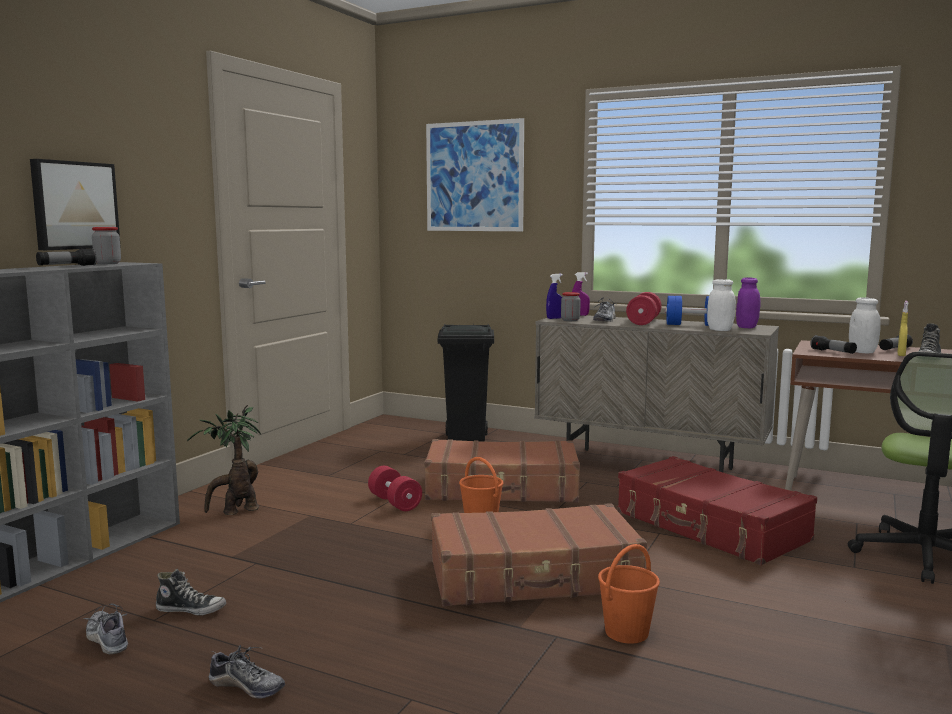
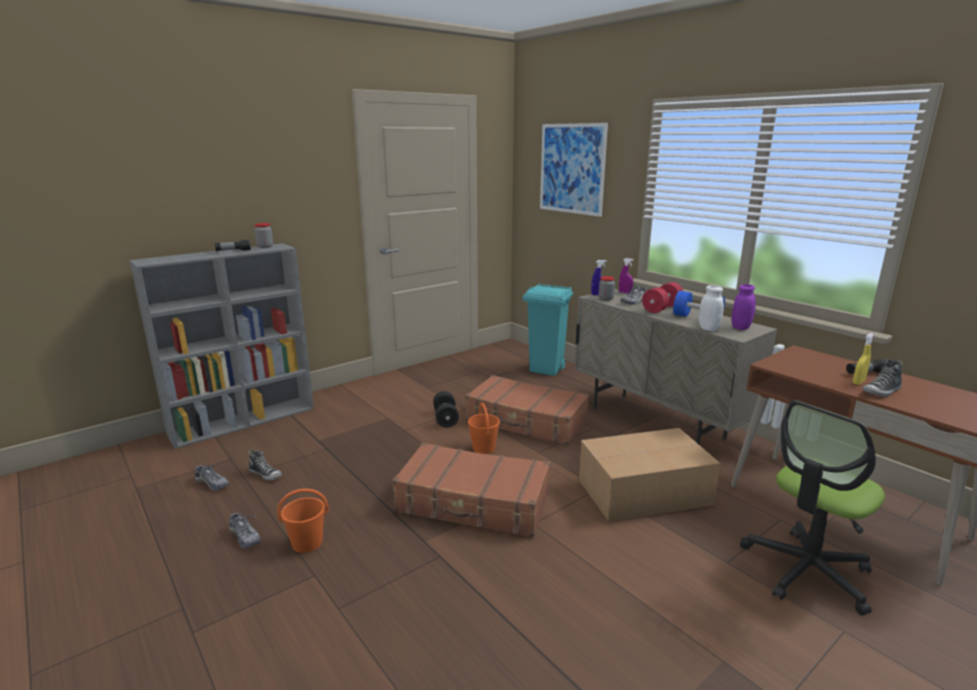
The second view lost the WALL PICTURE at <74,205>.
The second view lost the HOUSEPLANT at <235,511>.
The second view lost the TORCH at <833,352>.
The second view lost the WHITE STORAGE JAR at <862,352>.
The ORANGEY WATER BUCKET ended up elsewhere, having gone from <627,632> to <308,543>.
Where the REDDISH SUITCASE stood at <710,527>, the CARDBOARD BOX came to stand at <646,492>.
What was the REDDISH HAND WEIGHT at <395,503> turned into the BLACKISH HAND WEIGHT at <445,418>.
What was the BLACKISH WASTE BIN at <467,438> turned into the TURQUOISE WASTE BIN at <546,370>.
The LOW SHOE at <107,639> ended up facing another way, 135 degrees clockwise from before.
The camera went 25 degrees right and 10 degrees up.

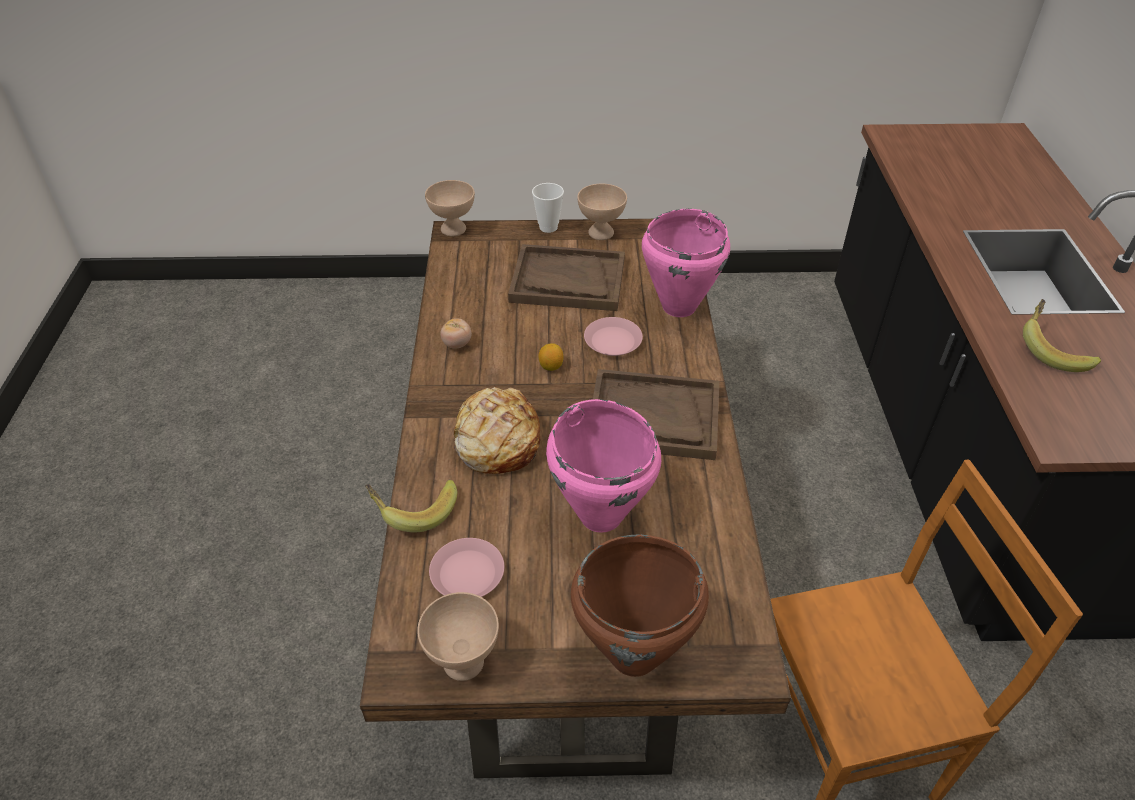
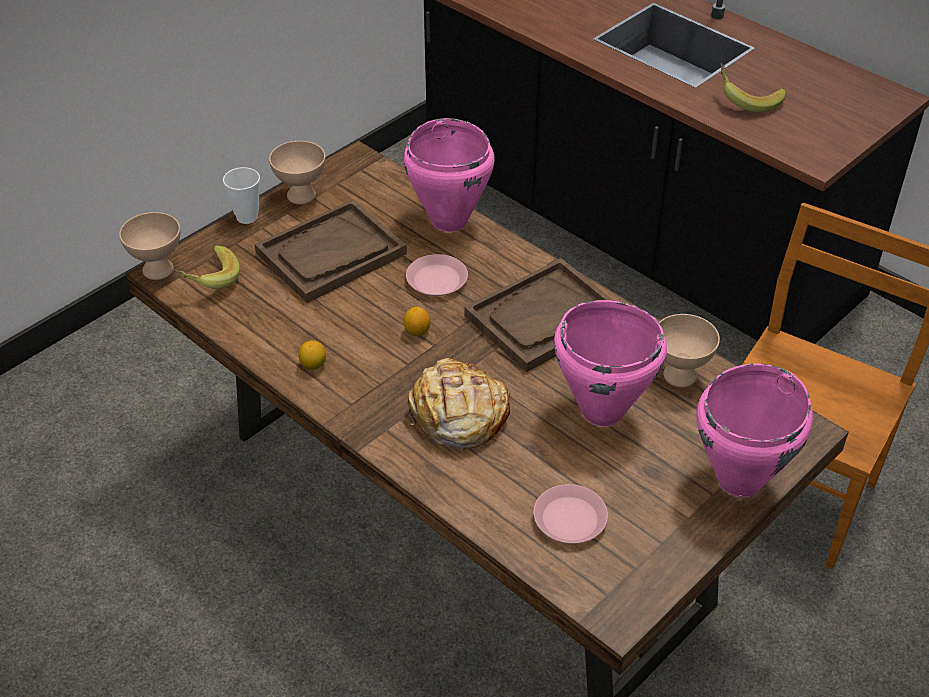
The WHOLE BANANA ended up elsewhere, having gone from <414,510> to <207,280>.
The SAND-COLOURED BOWL ended up elsewhere, having gone from <462,662> to <679,376>.
Where the WHOLE TOMATO stood at <457,344>, the LEMON came to stand at <313,365>.
What was the BROWN-COLOURED STOCKPOT at <634,656> turned into the PINKISH STOCKPOT at <740,480>.
The camera went 45 degrees left and 0 degrees up.

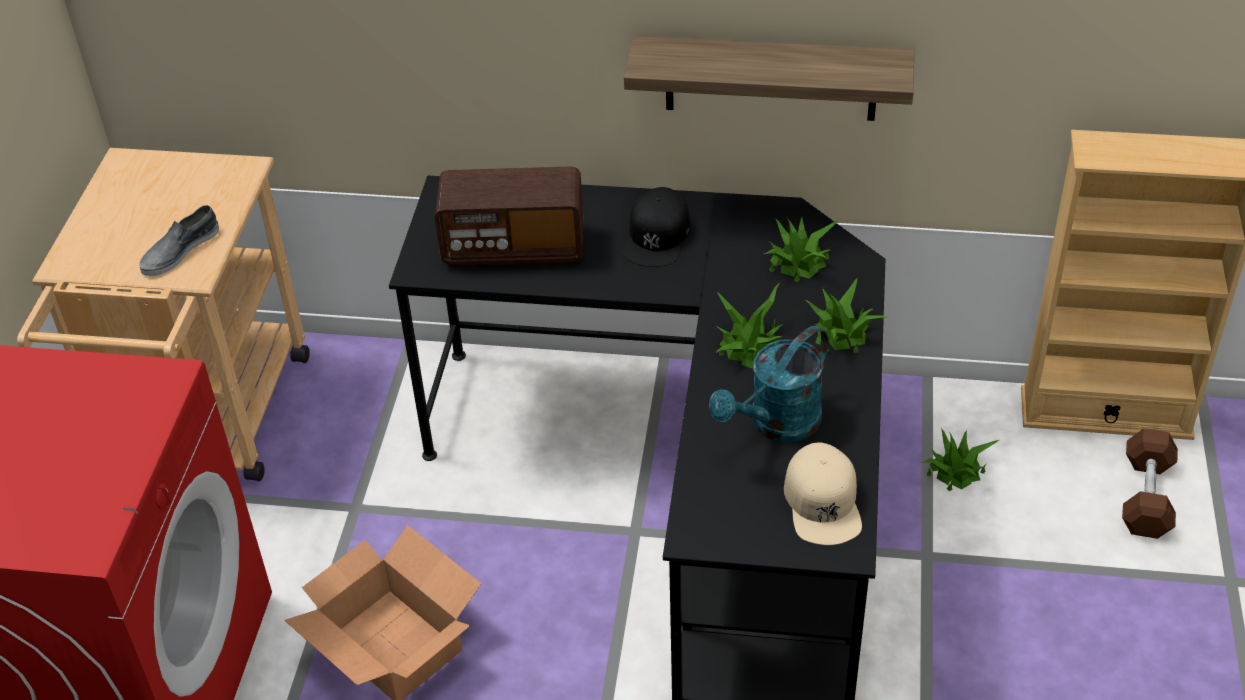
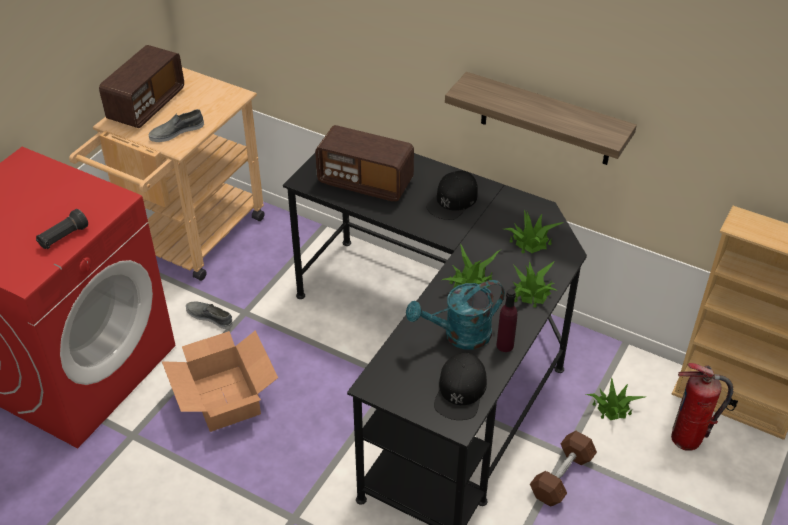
The second view gained the BLACKISH TORCH at <63,237>.
The second view gained the RADIO RECEIVER at <146,105>.
The second view gained the GRAY LOW SHOE at <210,317>.
The second view gained the PURPLE BEVERAGE BOTTLE at <505,345>.
The second view gained the FIRE EXTINGUISHER at <687,439>.
The BROWN-COLOURED HAND WEIGHT ended up elsewhere, having gone from <1146,496> to <562,476>.
What was the SAND-COLOURED PEAKED CAP at <823,502> turned into the BLACKISH PEAKED CAP at <460,391>.
The camera went 20 degrees right and 0 degrees up.

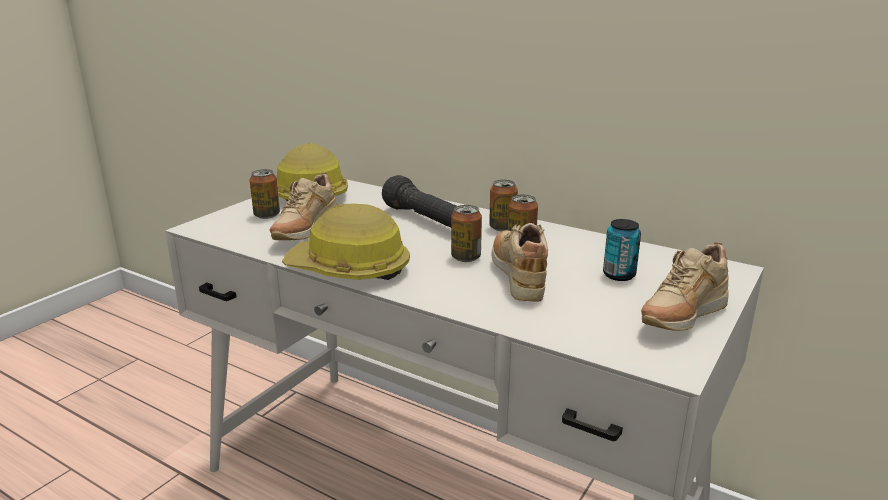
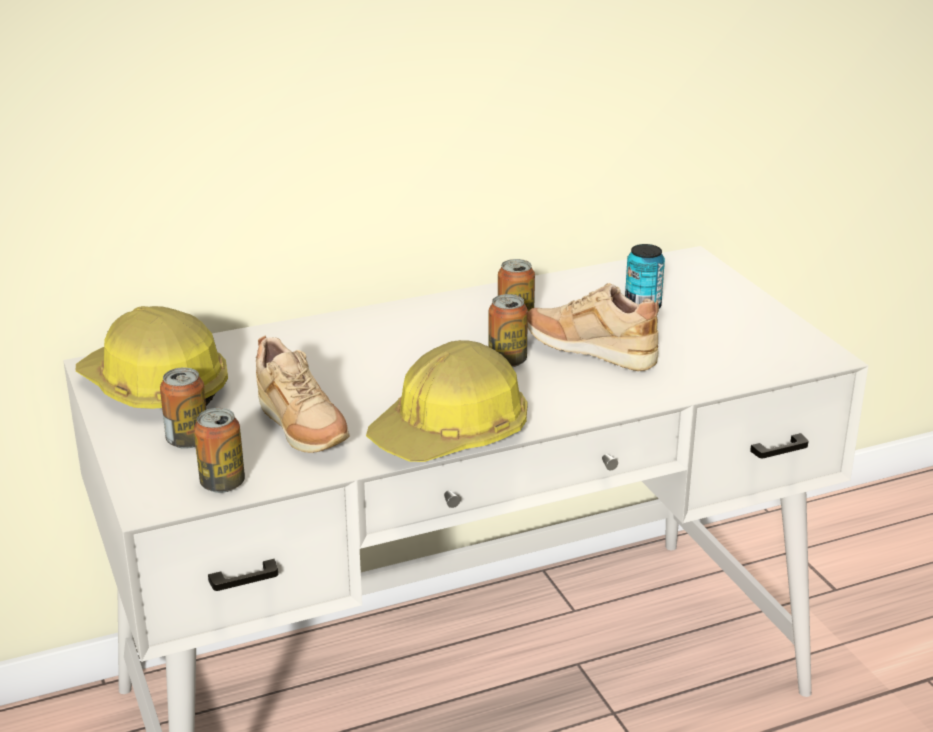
The second view lost the BLACKISH TORCH at <425,220>.
The second view lost the SAND-COLOURED LOW SHOE at <681,319>.
The SEALED CAN ended up elsewhere, having gone from <502,227> to <222,483>.
The camera went 55 degrees left and 5 degrees up.

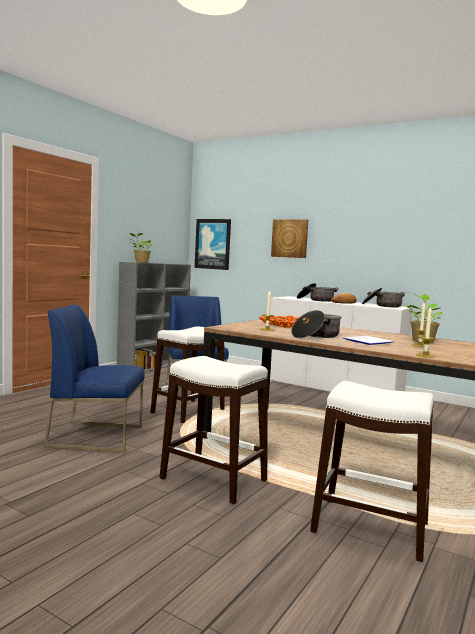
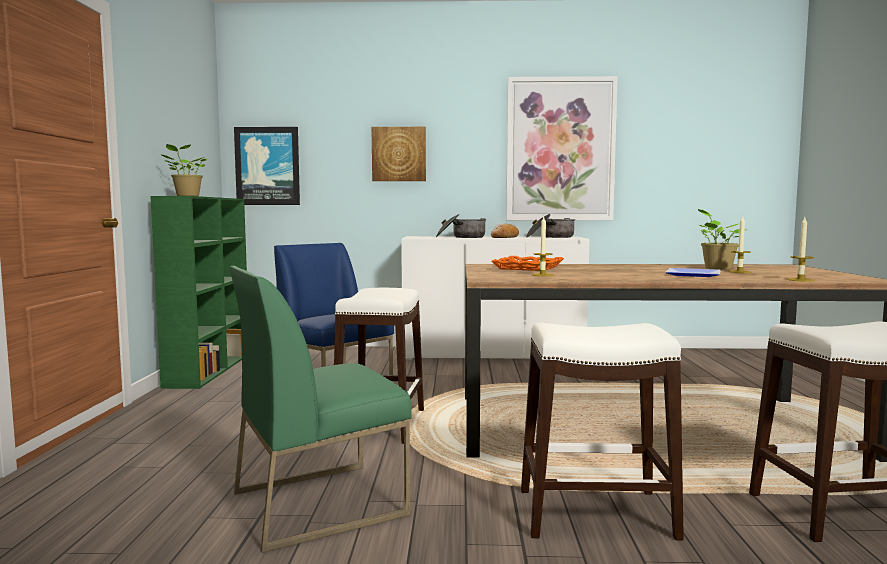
The second view lost the STOCKPOT at <315,336>.
The second view gained the WALL PICTURE at <560,149>.
What was the BLUISH UPRIGHT CHAIR at <97,436> turned into the GREEN-COLOURED UPRIGHT CHAIR at <319,502>.
What was the GRAY BOOKSHELF at <154,366> turned into the GREEN-COLOURED BOOKSHELF at <210,369>.
The camera went 30 degrees left and 0 degrees up.

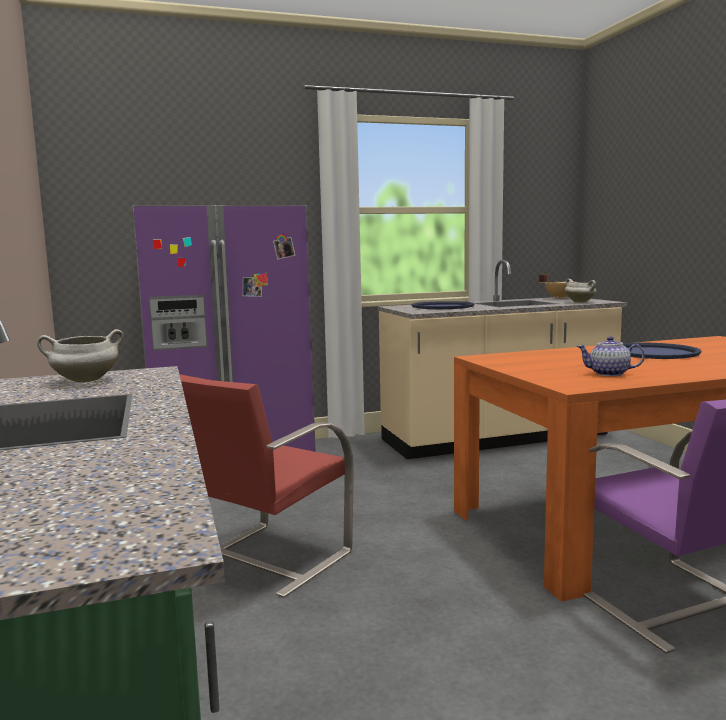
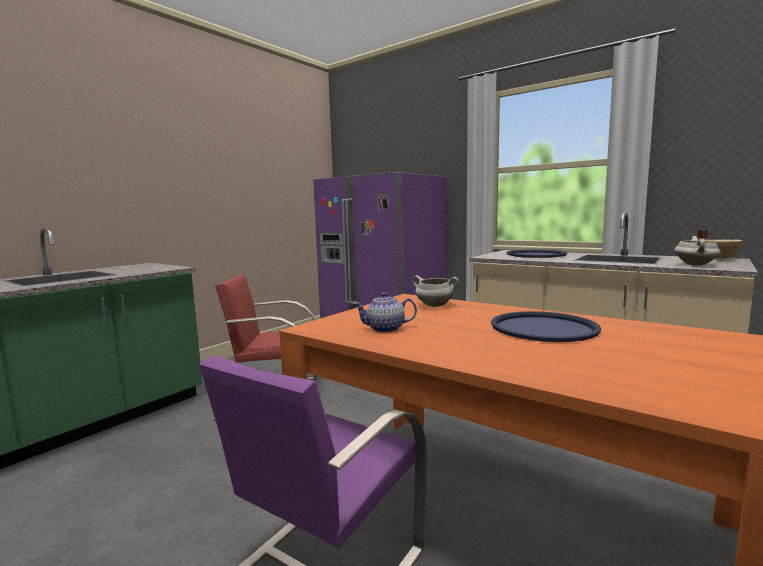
The WHITE STOCKPOT ended up elsewhere, having gone from <84,381> to <434,306>.
The POT FOR TEA at <608,374> ended up facing another way, 75 degrees counterclockwise from before.
The camera went 55 degrees right and 0 degrees up.

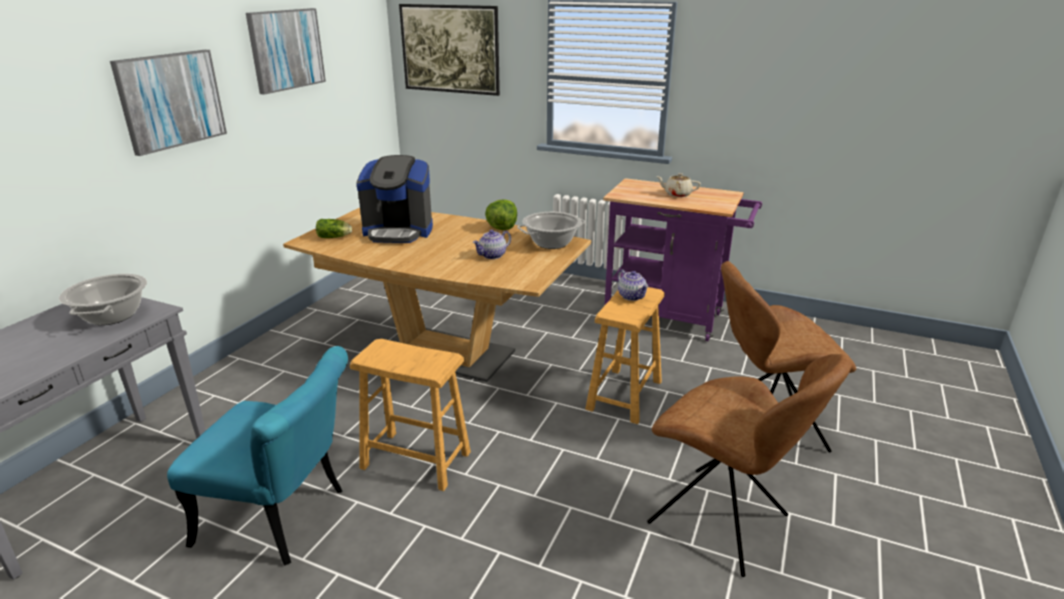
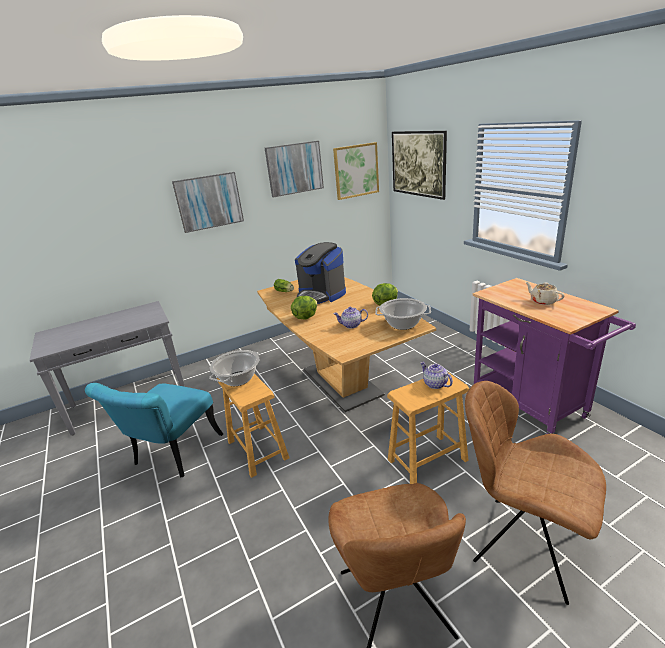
The second view gained the LETTUCE at <305,317>.
The second view gained the WALL PICTURE at <356,171>.
The STOCKPOT ended up elsewhere, having gone from <112,315> to <238,378>.
The TURQUOISE UPRIGHT CHAIR at <284,518> ended up facing another way, 60 degrees clockwise from before.
The POT FOR TEA at <632,296> ended up facing another way, 135 degrees clockwise from before.
The camera went 40 degrees right and 0 degrees up.

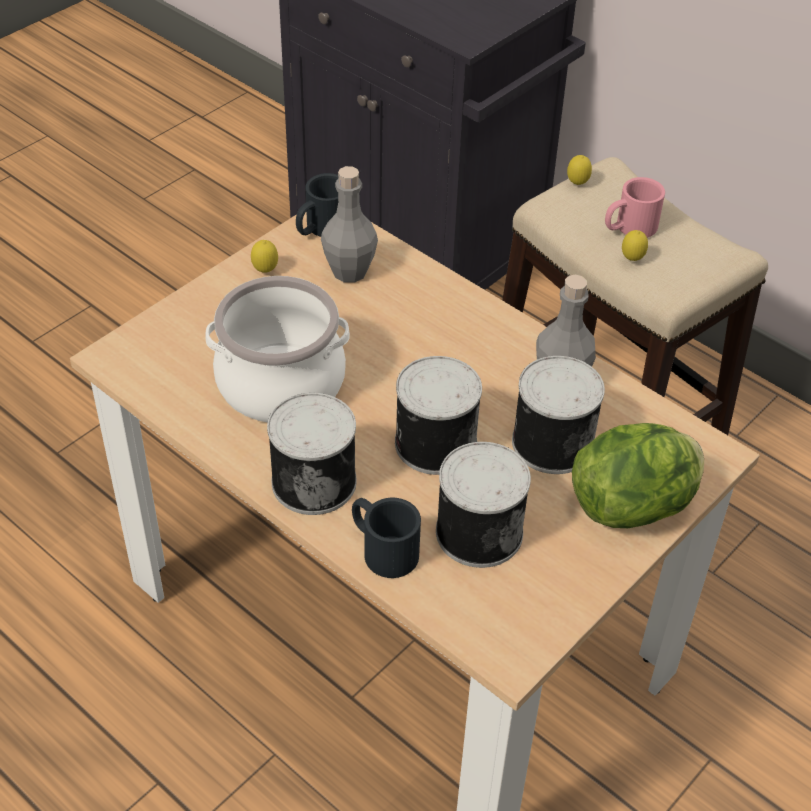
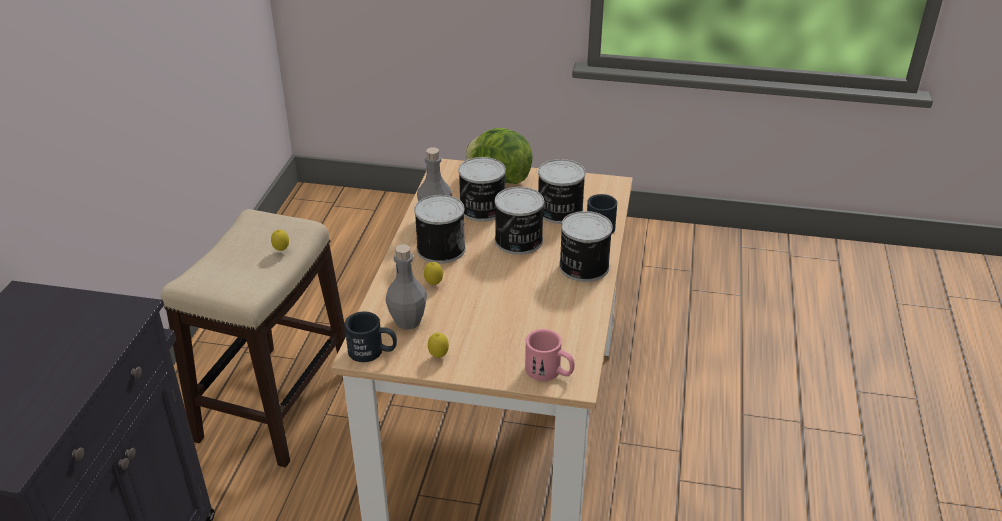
The second view lost the STOCKPOT at <281,383>.
The second view gained the SEALED CAN at <439,248>.
The LEMON ended up elsewhere, having gone from <577,184> to <433,284>.
The PINKISH MUG ended up elsewhere, having gone from <629,228> to <549,372>.
The camera went 120 degrees left and 10 degrees down.

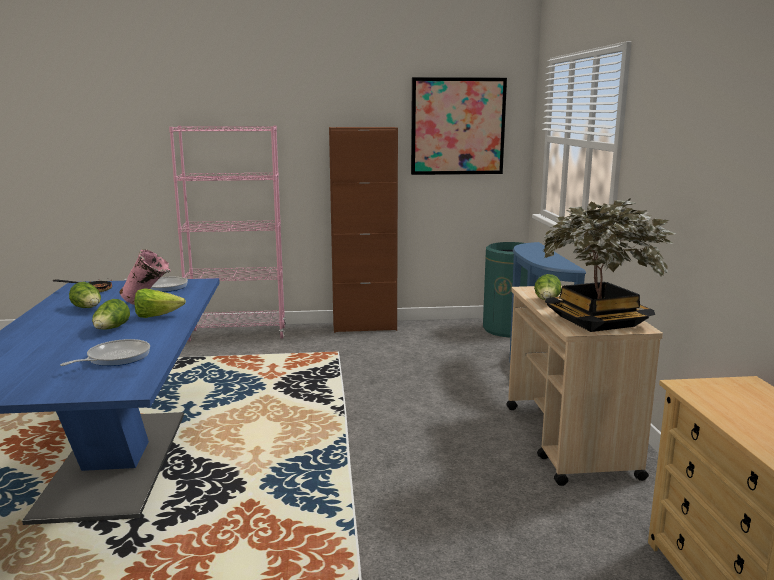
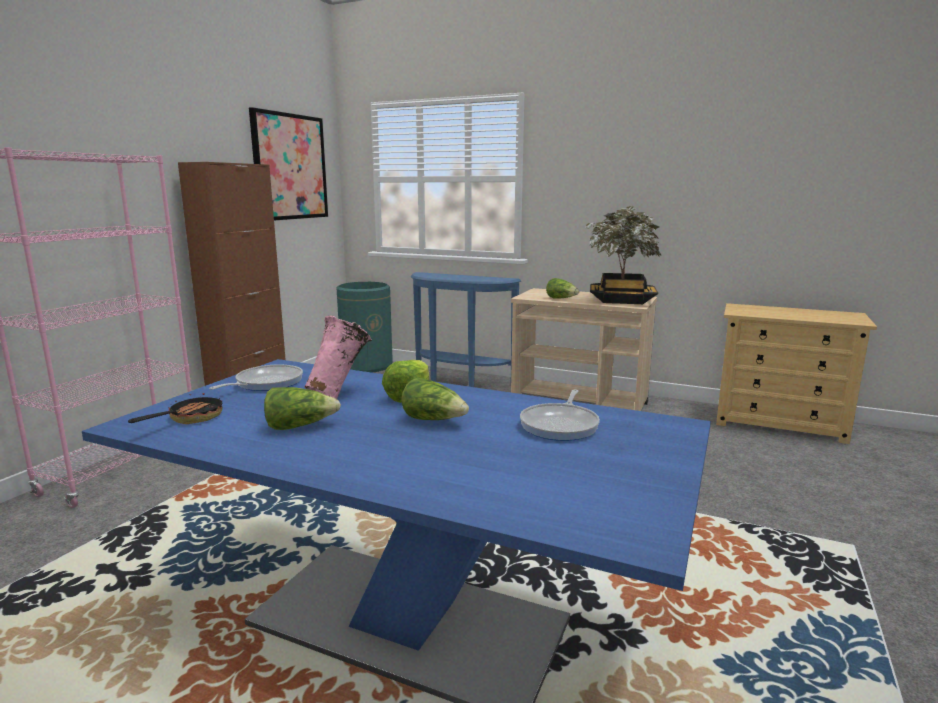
The FRYING PAN at <115,358> ended up facing another way, 135 degrees counterclockwise from before.
The camera went 60 degrees left and 0 degrees up.

